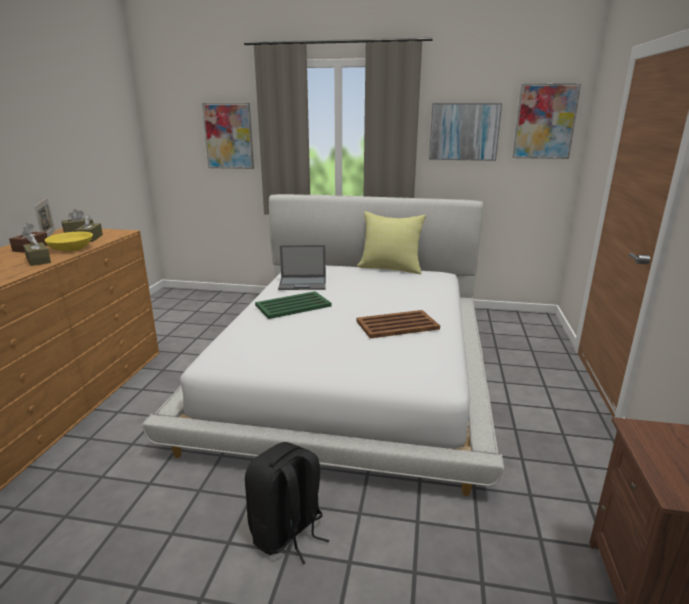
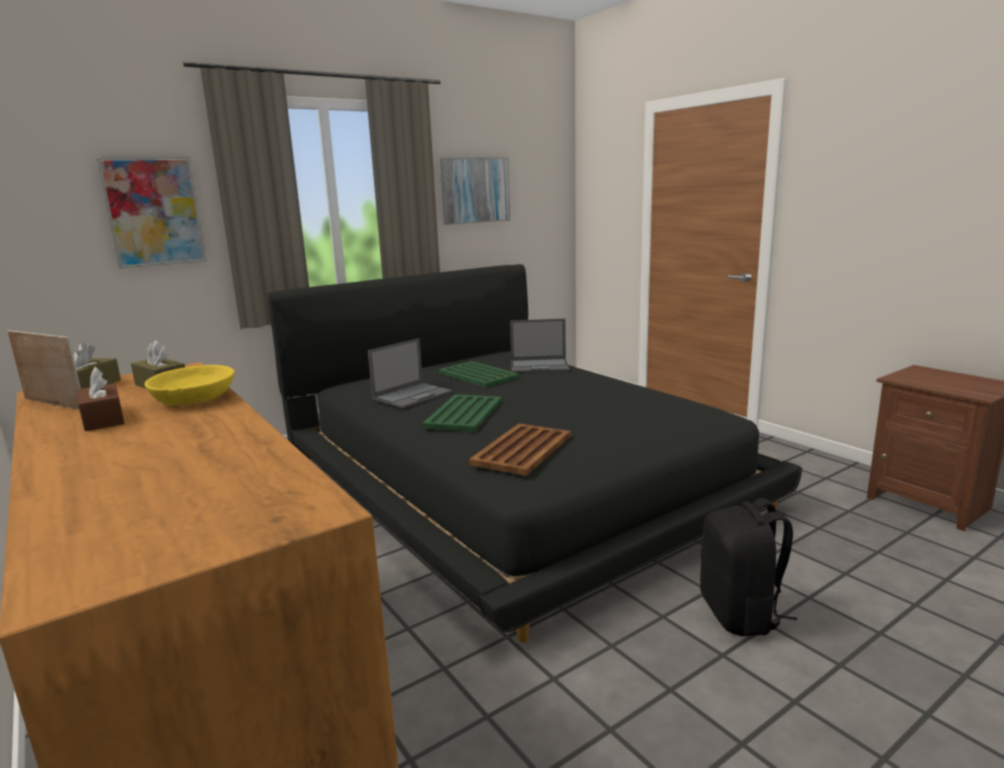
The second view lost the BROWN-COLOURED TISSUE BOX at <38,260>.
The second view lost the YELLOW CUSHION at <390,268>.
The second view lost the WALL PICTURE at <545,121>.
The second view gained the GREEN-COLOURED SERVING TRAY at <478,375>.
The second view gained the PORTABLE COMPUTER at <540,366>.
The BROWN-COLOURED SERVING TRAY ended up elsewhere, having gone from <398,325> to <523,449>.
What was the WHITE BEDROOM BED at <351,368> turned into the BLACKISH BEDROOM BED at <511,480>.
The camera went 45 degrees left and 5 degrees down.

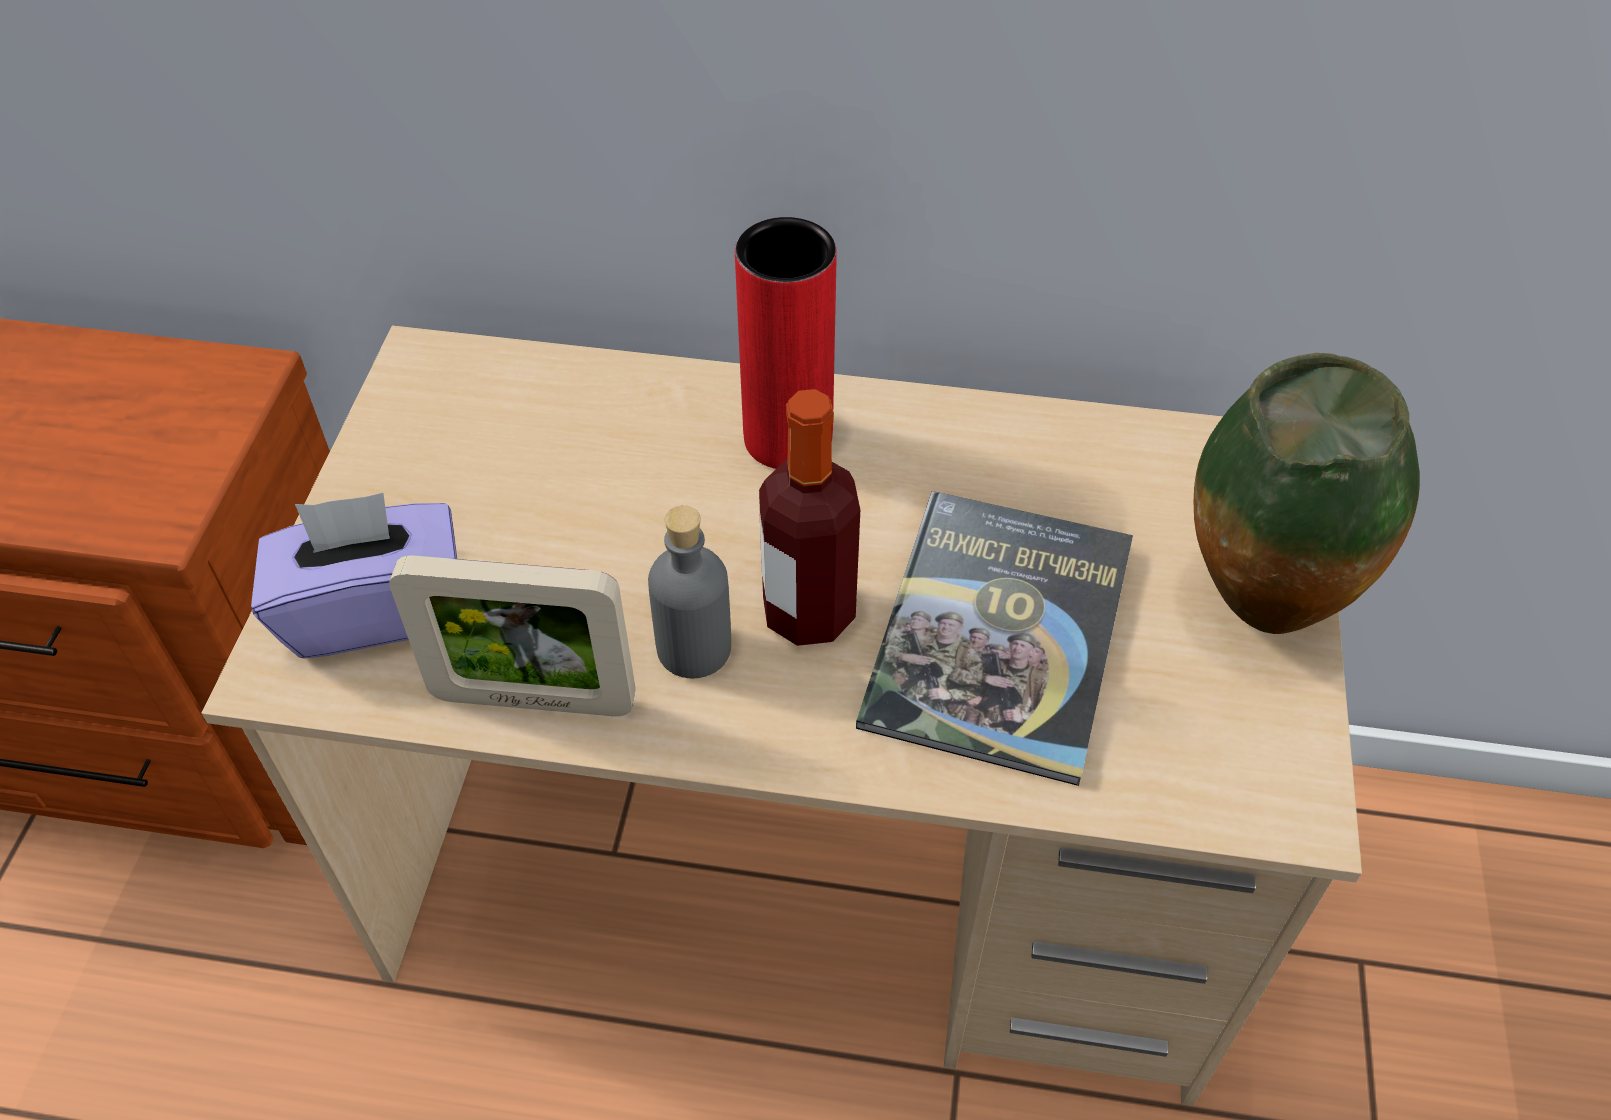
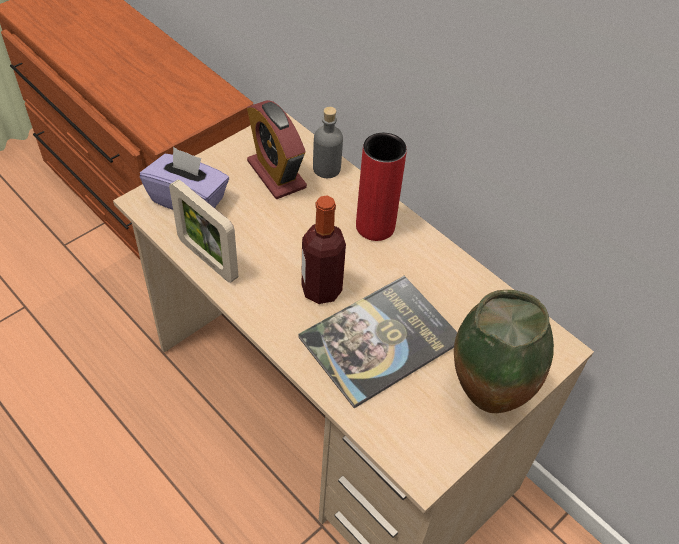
The second view gained the TABLE CLOCK at <276,174>.
The GRAY BEVERAGE BOTTLE ended up elsewhere, having gone from <694,648> to <326,168>.
The camera went 35 degrees right and 0 degrees up.

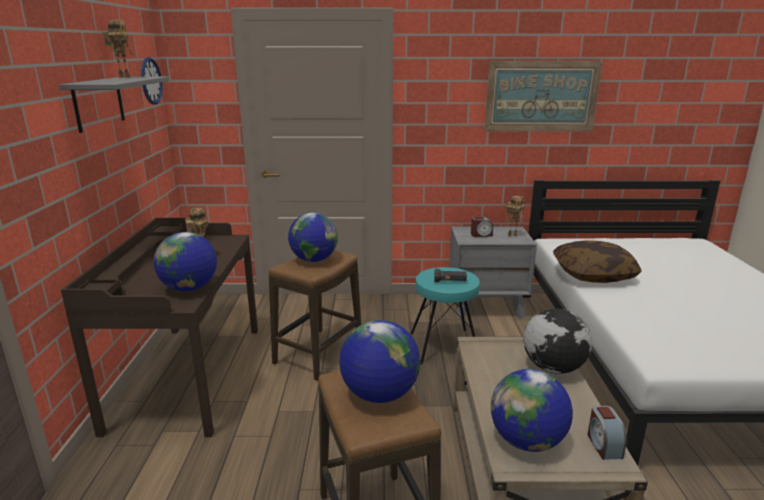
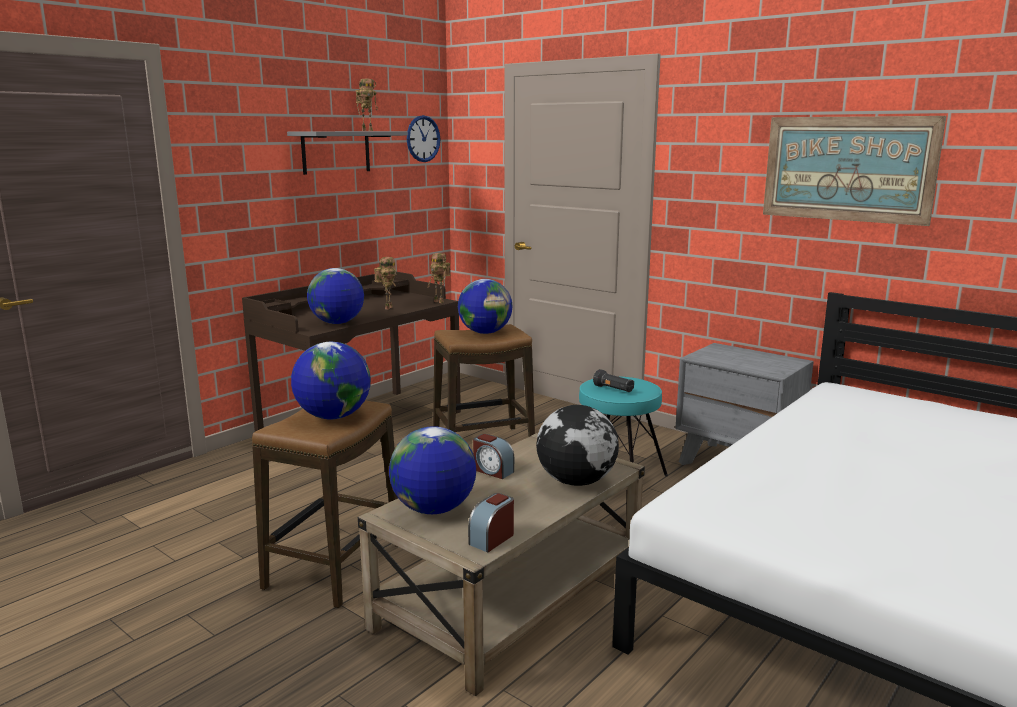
The second view lost the CUSHION at <593,274>.
The TABLE CLOCK ended up elsewhere, having gone from <481,235> to <492,471>.
The ROBOT FIGURE ended up elsewhere, having gone from <512,235> to <440,302>.
The camera went 40 degrees right and 5 degrees down.

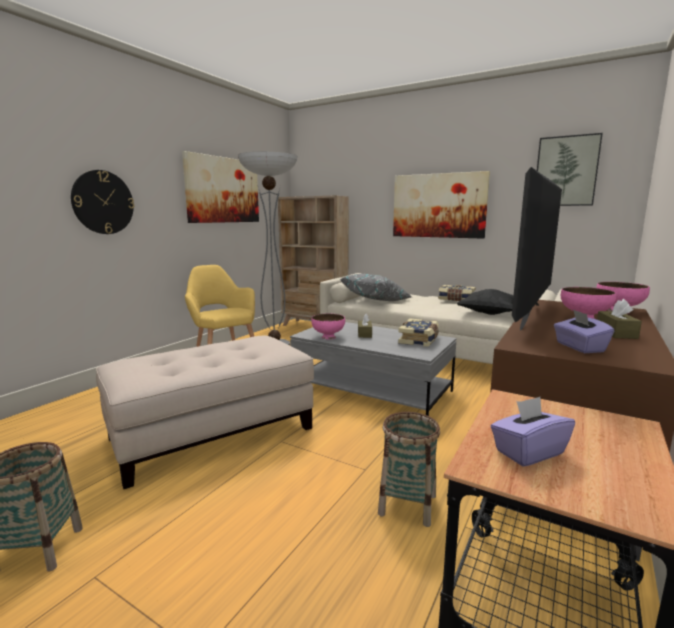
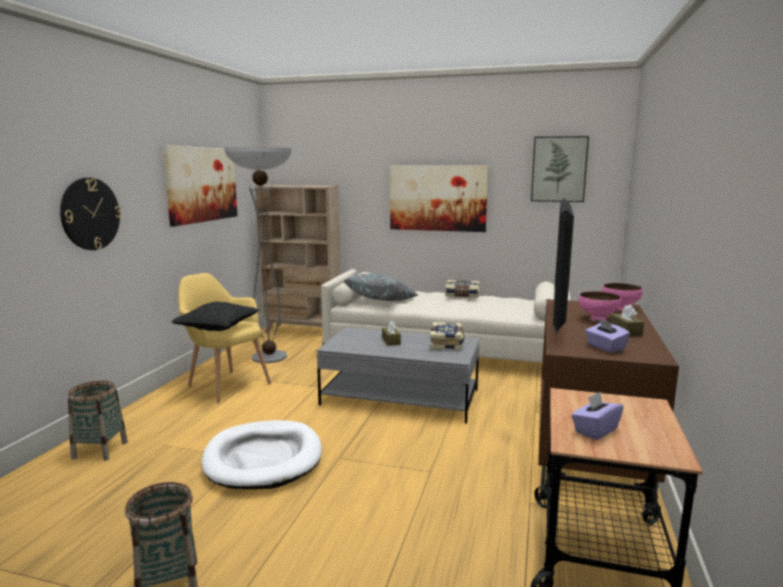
The second view lost the PINKISH BOWL at <328,337>.
The BASKET ended up elsewhere, having gone from <407,505> to <100,450>.
The BLACKISH CUSHION ended up elsewhere, having gone from <488,314> to <217,330>.
Where the SAND-COLOURED POUFFE stood at <212,432>, the WHITE DOG BED came to stand at <263,458>.
The camera went 15 degrees left and 0 degrees up.

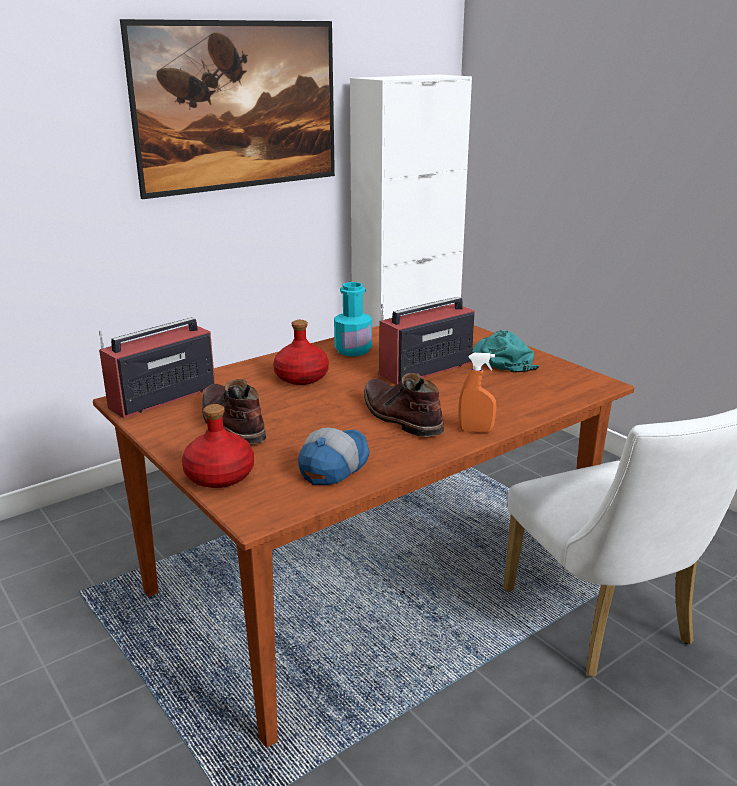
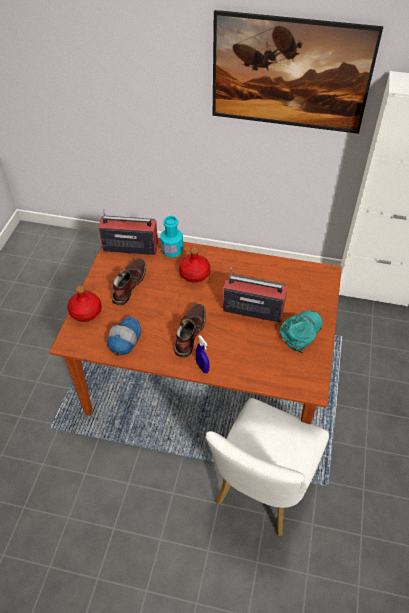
The TURQUOISE BEVERAGE BOTTLE ended up elsewhere, having gone from <353,350> to <172,250>.
What was the ORANGEY SPRAY BOTTLE at <475,430> turned into the BLUISH SPRAY BOTTLE at <202,367>.
The PEAKED CAP at <333,466> ended up facing another way, 60 degrees counterclockwise from before.
The camera went 50 degrees right and 25 degrees up.

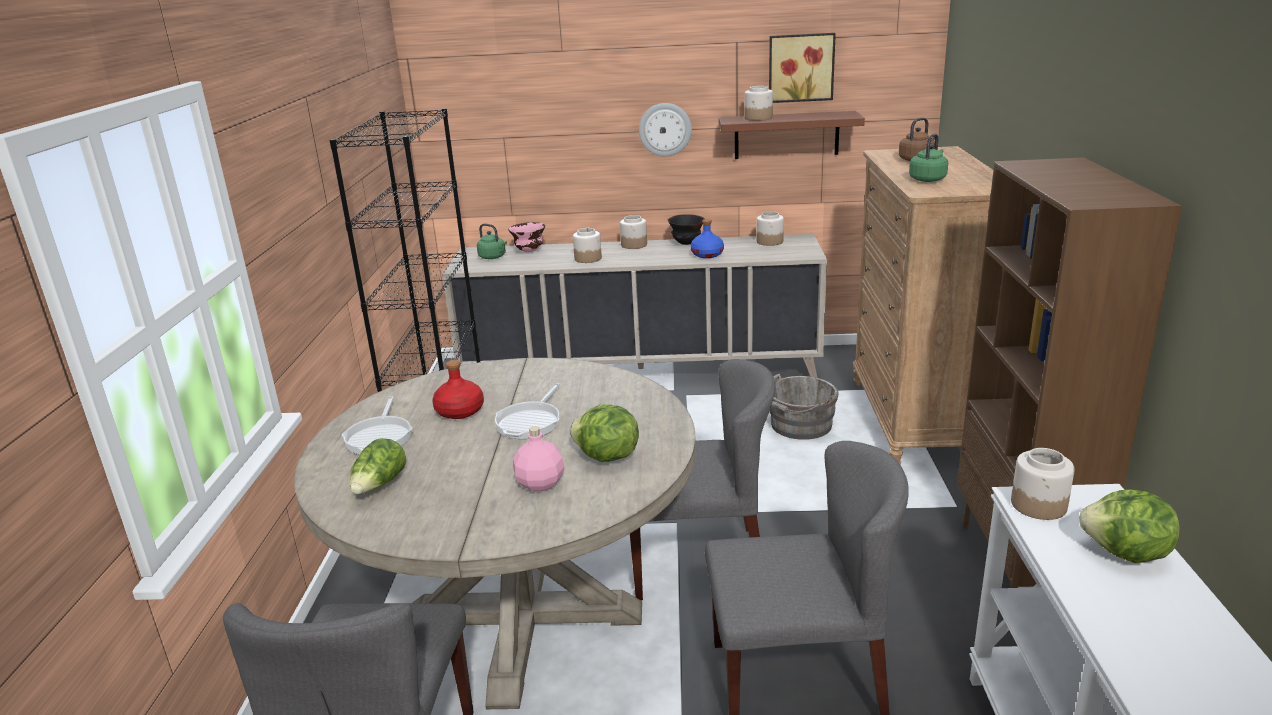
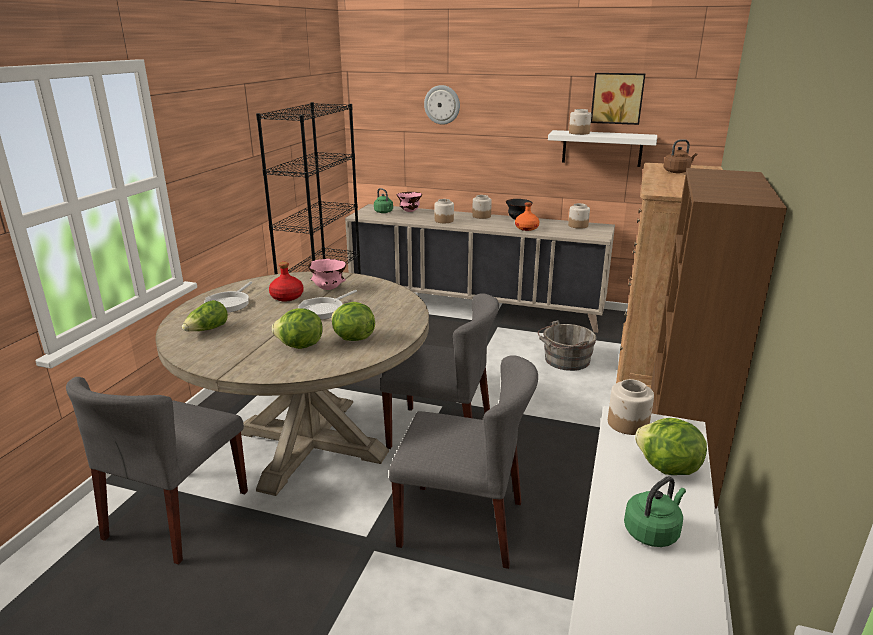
The second view gained the PINKISH BOWL at <329,289>.
The WALL CLOCK ended up elsewhere, having gone from <665,129> to <442,104>.
The GREEN-COLOURED WATER KETTLE ended up elsewhere, having gone from <928,179> to <652,531>.
Where the PINKISH BEVERAGE BOTTLE stood at <541,484>, the LETTUCE came to stand at <300,346>.
What was the BLUISH BEVERAGE BOTTLE at <707,254> turned into the ORANGEY BEVERAGE BOTTLE at <527,228>.
What was the BROWN-COLOURED BRACKET SHELF at <786,135> turned into the WHITE BRACKET SHELF at <602,148>.
The camera went 15 degrees right and 0 degrees up.

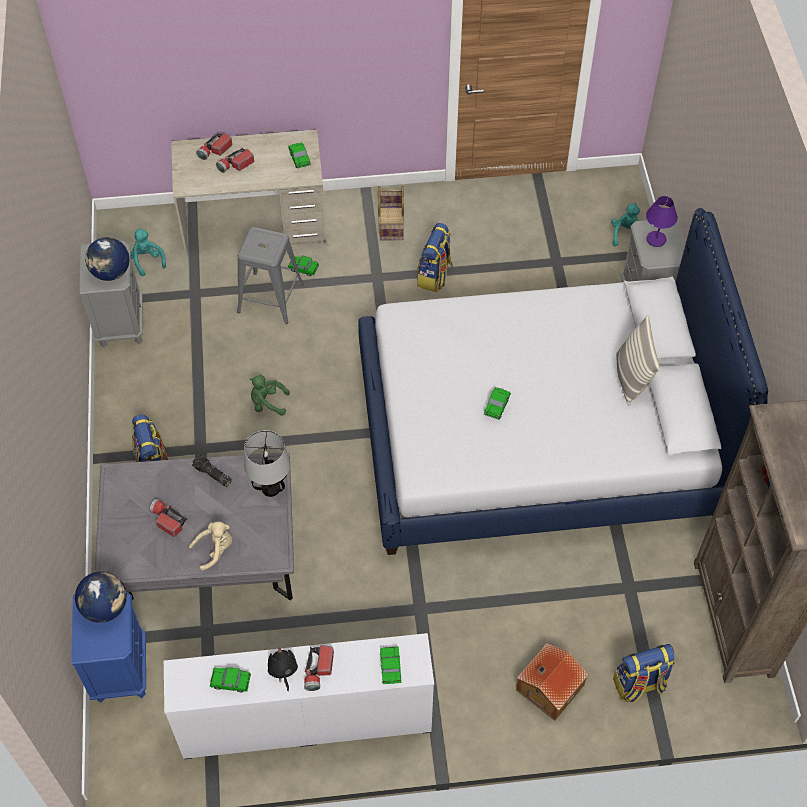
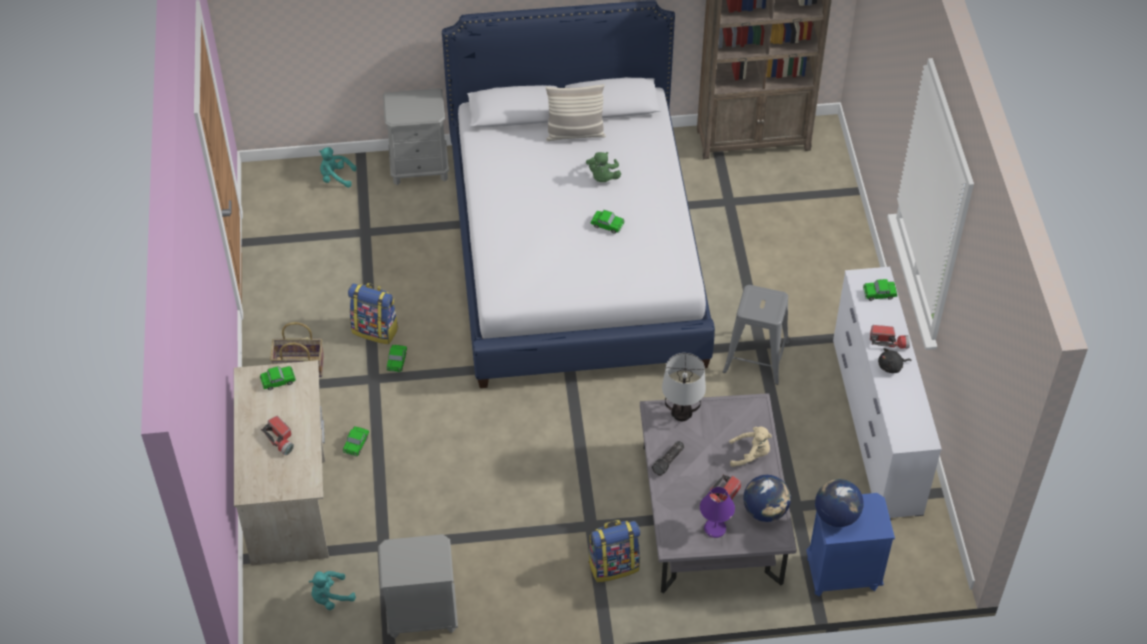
The second view lost the TORCH at <214,151>.
The second view lost the MODEL HOUSE at <548,687>.
The second view lost the RUCKSACK at <639,685>.
The WORLD GLOBE ended up elsewhere, having gone from <111,273> to <765,511>.
The MODEL CAR ended up elsewhere, having gone from <230,682> to <397,361>.
The GRAY STOOL SEAT ended up elsewhere, having gone from <270,297> to <756,357>.
The GREEN-COLOURED SOFT TOY ended up elsewhere, having gone from <268,403> to <603,177>.
The PURPLE TABLETOP LAMP ended up elsewhere, having gone from <656,239> to <714,529>.
The SAND-COLOURED SOFT TOY at <215,549> ended up facing another way, 120 degrees clockwise from before.
The camera went 90 degrees left and 5 degrees down.

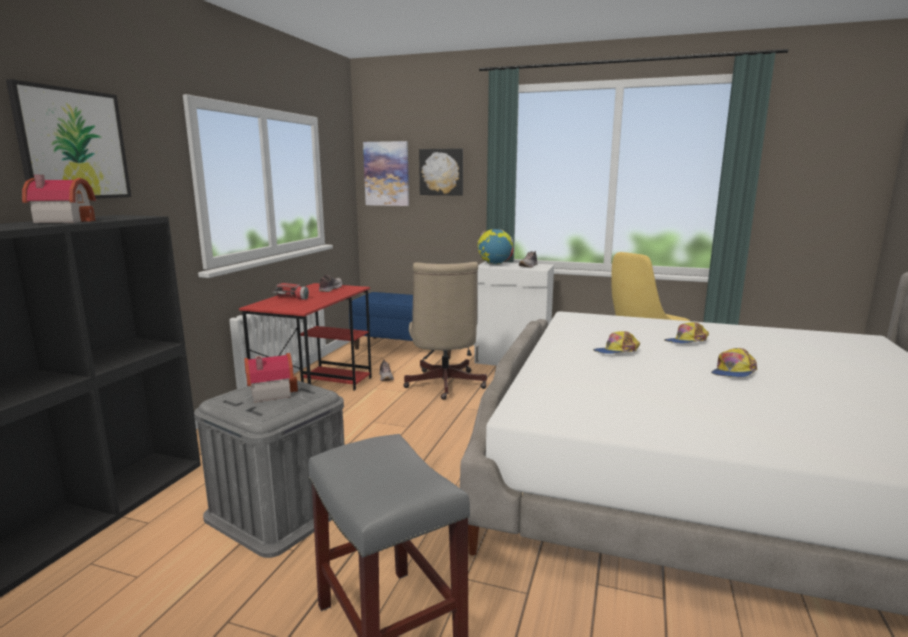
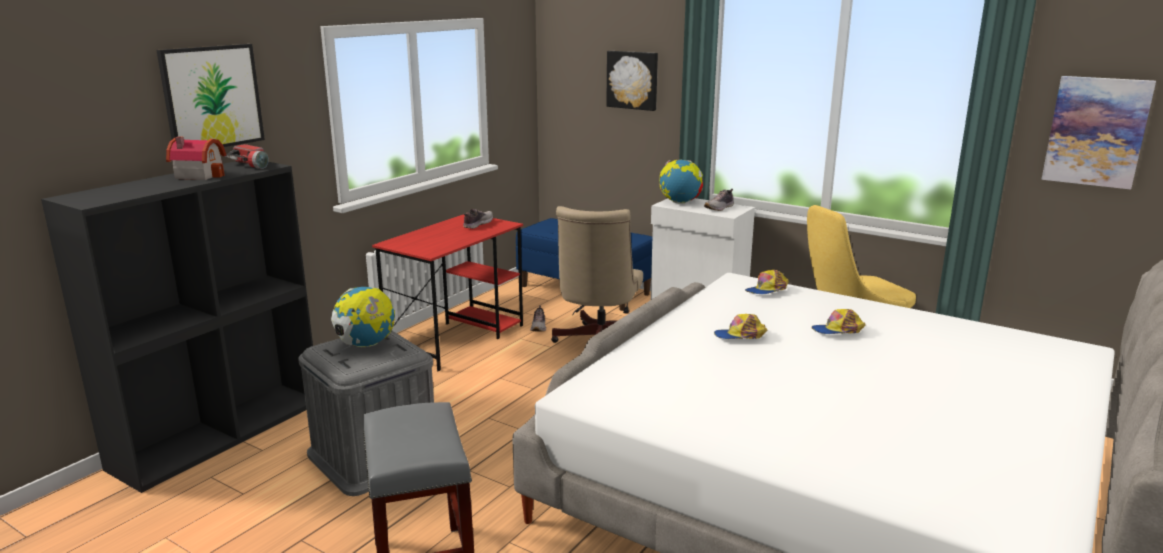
The TORCH ended up elsewhere, having gone from <292,297> to <251,165>.
The WALL PICTURE ended up elsewhere, having gone from <386,174> to <1096,131>.
The PEAKED CAP ended up elsewhere, having gone from <733,372> to <767,290>.
Where the MODEL HOUSE stood at <269,392>, the WORLD GLOBE came to stand at <365,345>.
The camera went 15 degrees right and 5 degrees up.

